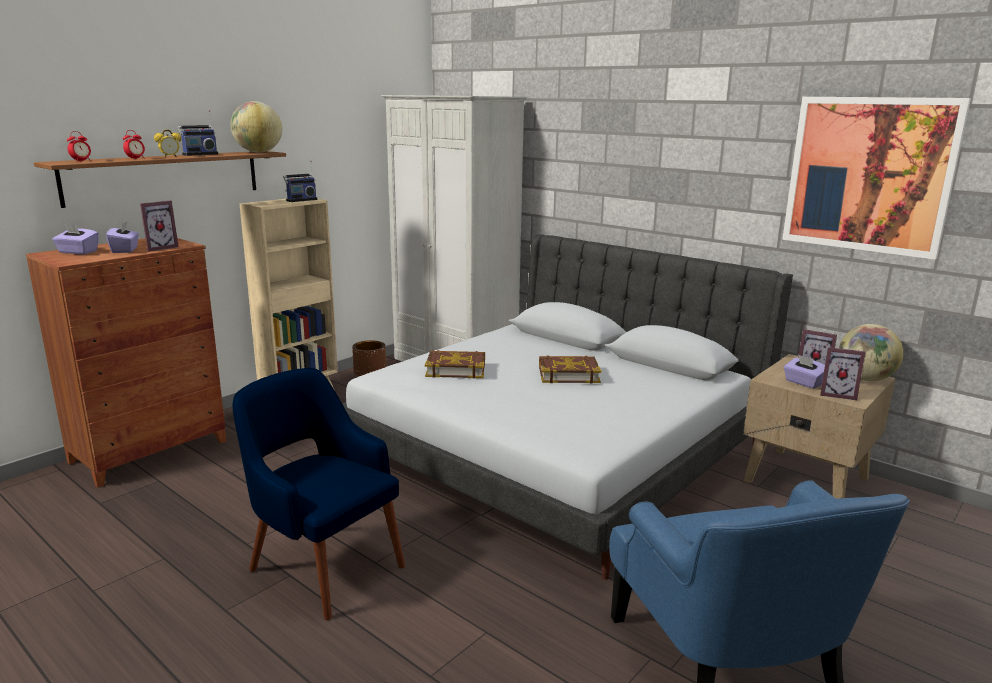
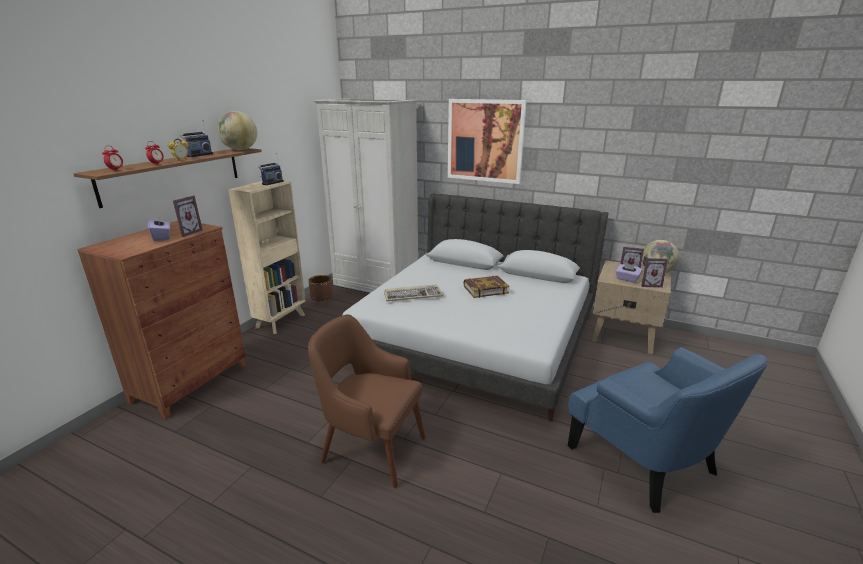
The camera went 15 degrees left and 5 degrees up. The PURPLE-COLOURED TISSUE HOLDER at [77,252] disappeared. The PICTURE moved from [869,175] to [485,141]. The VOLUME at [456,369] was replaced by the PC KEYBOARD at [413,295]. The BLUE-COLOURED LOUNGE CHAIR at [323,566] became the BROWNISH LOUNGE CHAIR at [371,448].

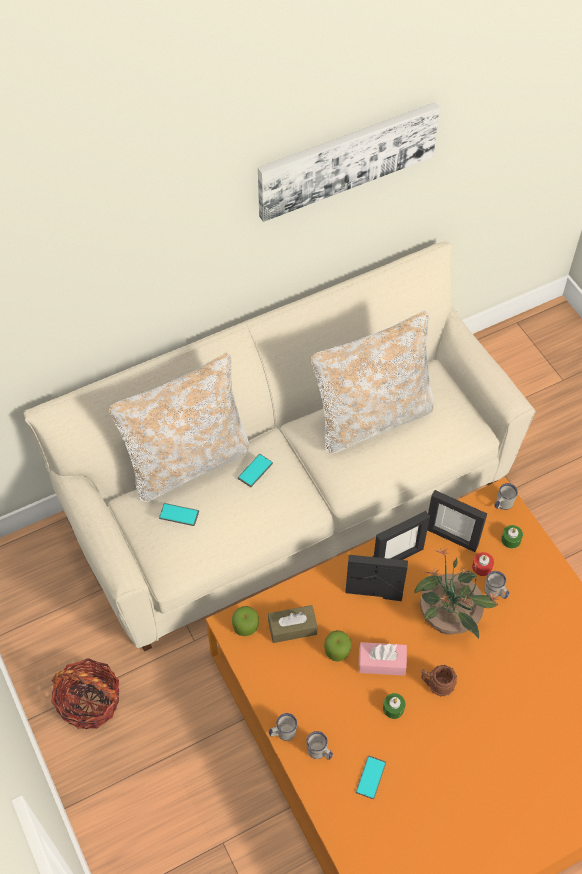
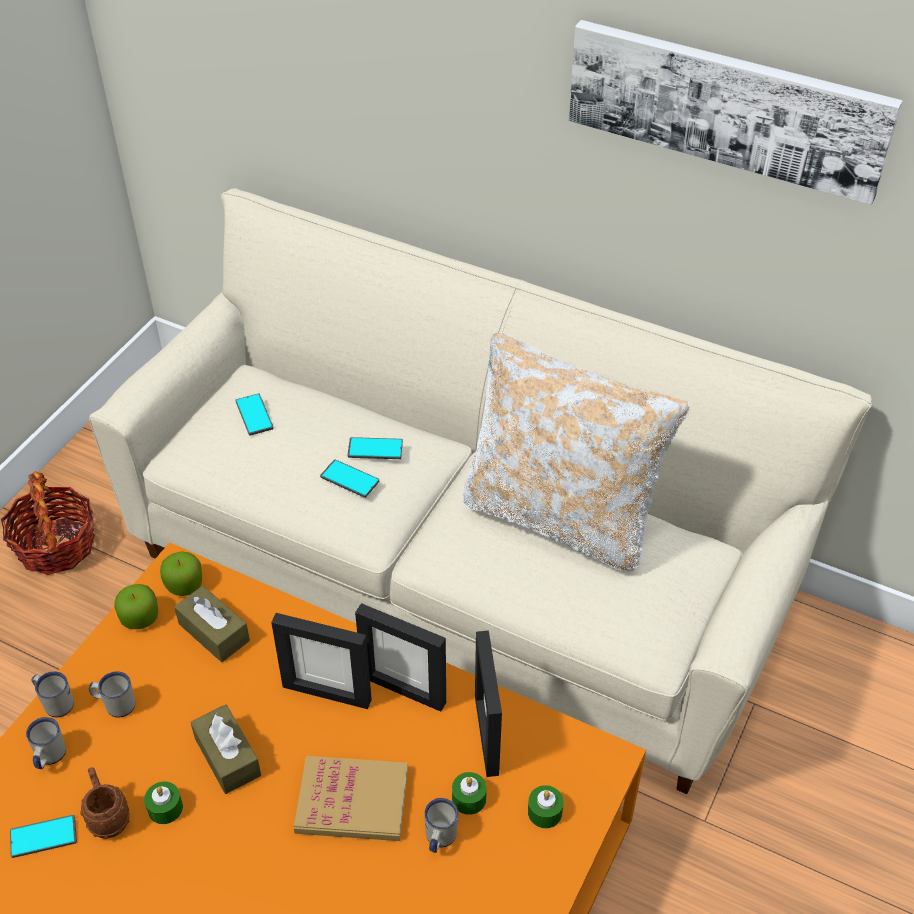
The camera went 55 degrees right and 10 degrees down. The WHITE CUSHION at [190,464] disappeared. The TELEPHONE at [349,479] appeared. The APPLE FRUIT moved from [337,650] to [140,617]. The BROWNISH MUG moved from [436,685] to [108,816]. The WHITE MUG moved from [502,504] to [115,704]. The HOUSEPLANT at [448,618] was replaced by the VOLUME at [352,801]. The PINK-COLOURED TISSUE HOLDER at [382,662] became the BROWNISH TISSUE HOLDER at [227,757]. The RED WAX CANDLE at [482,567] became the GREEN-COLOURED WAX CANDLE at [469,798]. The PHOTO FRAME at [373,593] turned 135 degrees clockwise.

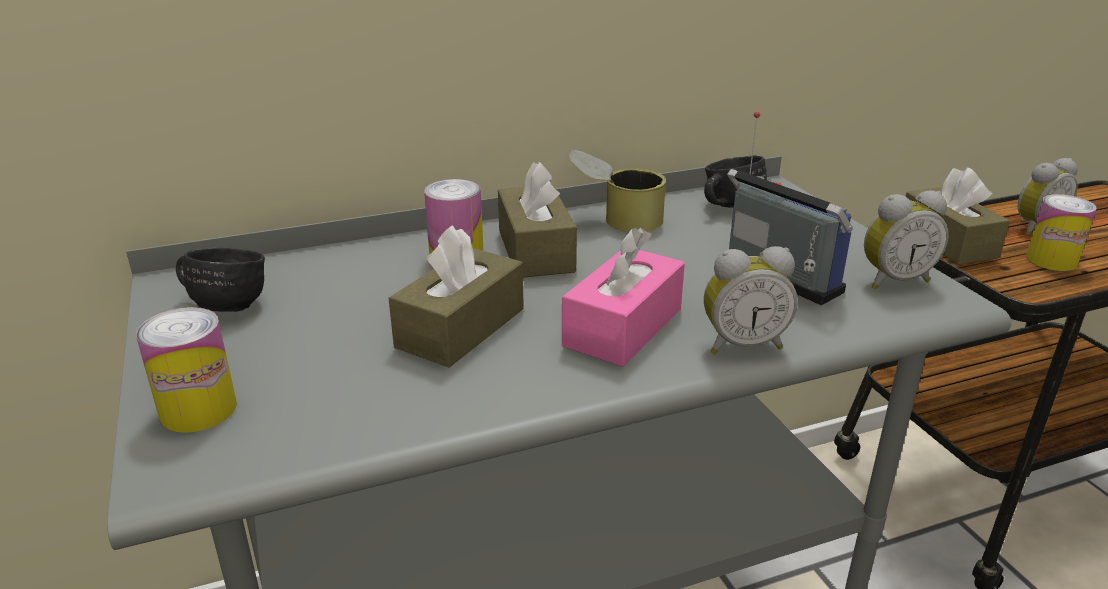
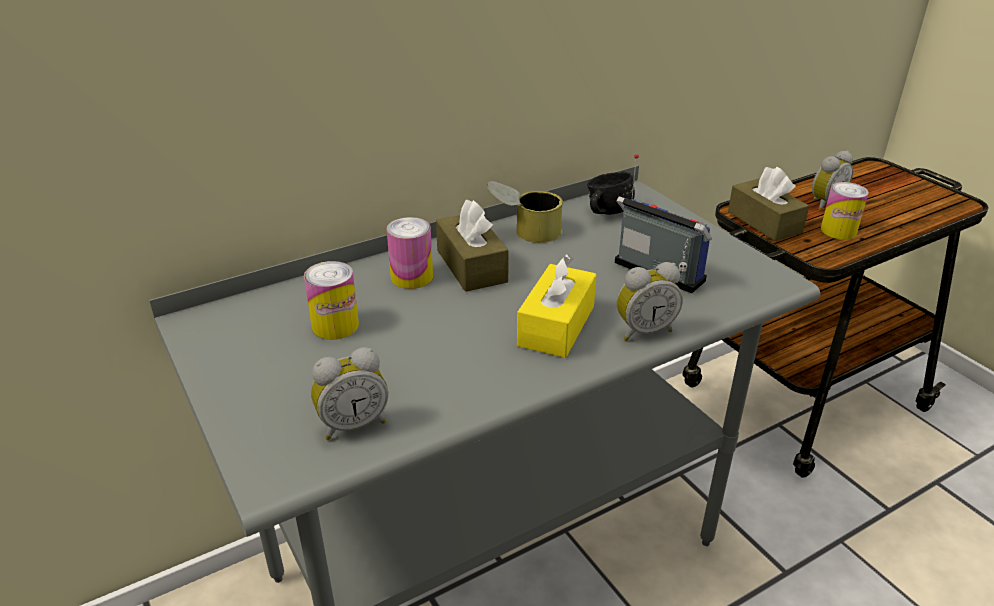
The camera went 10 degrees left and 5 degrees up. The BLACK MUG at [225,303] disappeared. The BROWNISH TISSUE HOLDER at [461,328] disappeared. The CAN moved from [198,409] to [335,325]. The BEDSIDE CLOCK moved from [893,280] to [353,424]. The PINK-COLOURED TISSUE HOLDER at [623,327] became the YELLOWISH TISSUE HOLDER at [556,326].

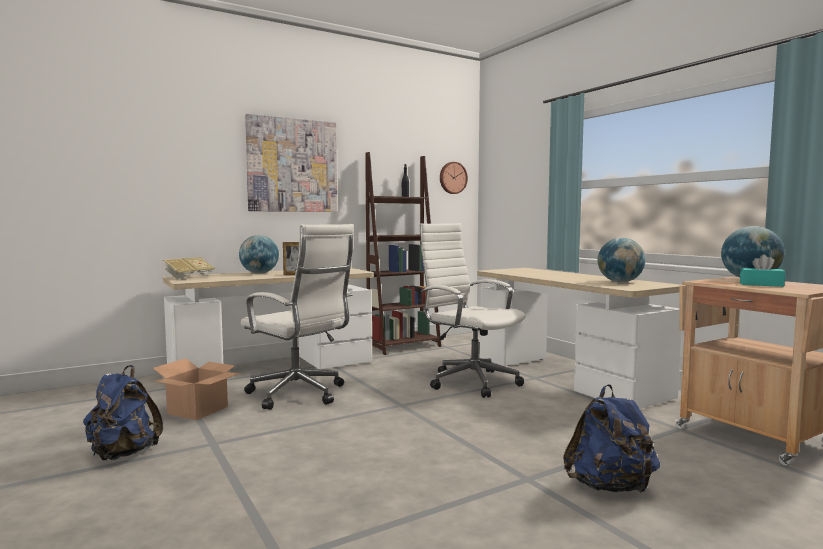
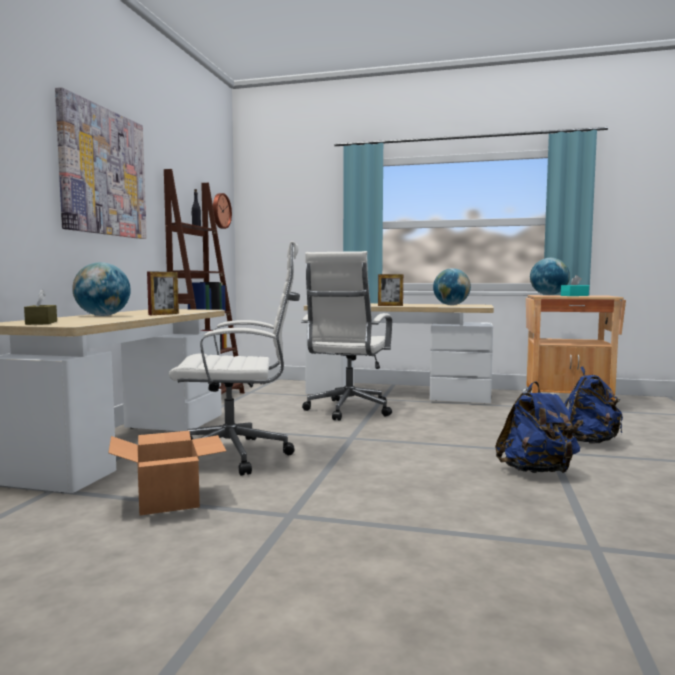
The camera went 45 degrees left and 0 degrees up. The PHOTO FRAME at [390,305] appeared. The BLUE-COLOURED BACKPACK moved from [122,454] to [536,471]. The VOLUME at [189,278] was replaced by the BROWNISH TISSUE HOLDER at [41,323]. The WHITE DESK CHAIR at [470,381] turned 75 degrees counterclockwise.

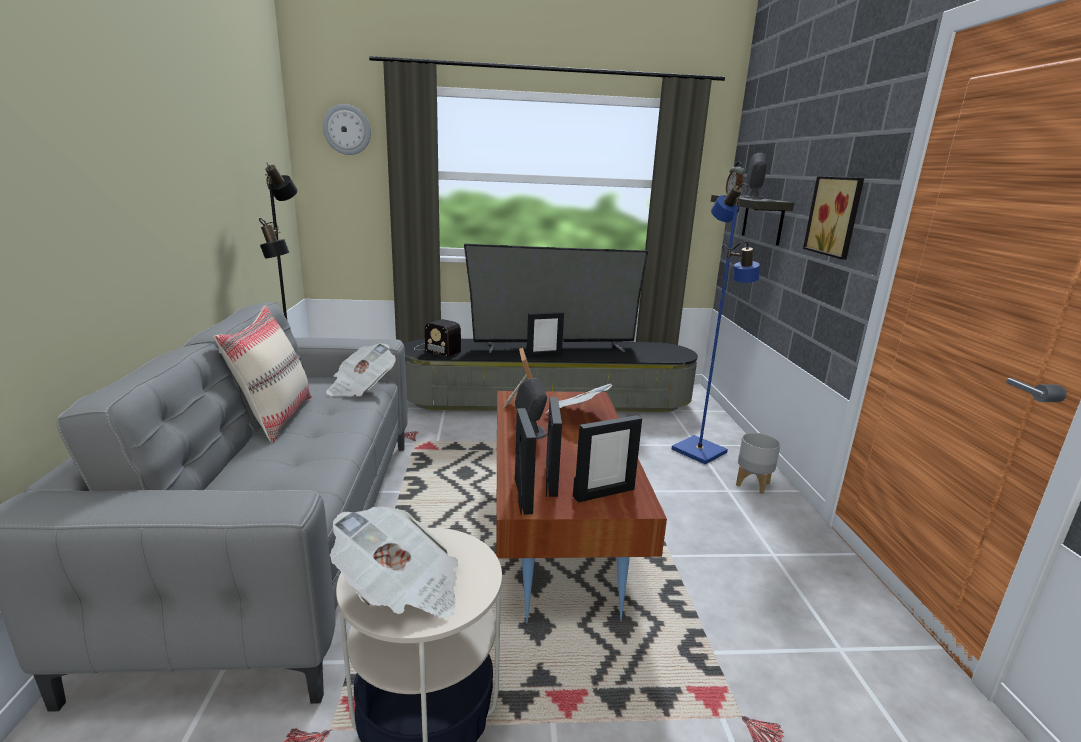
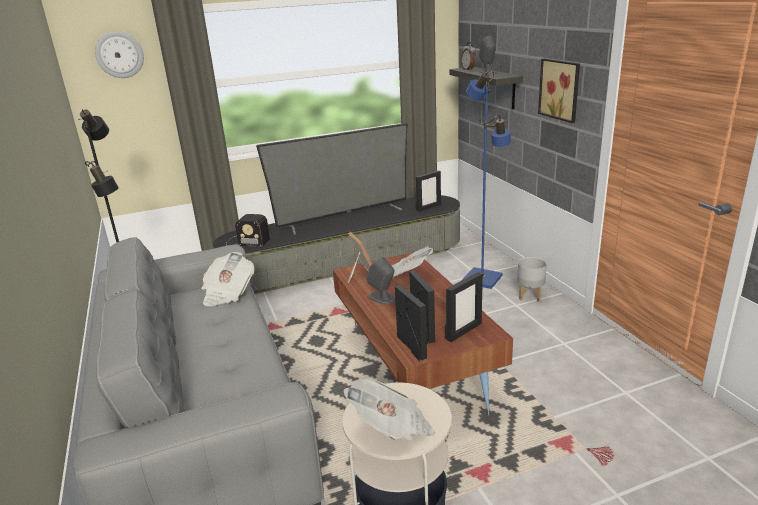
The camera went 15 degrees left and 5 degrees up. The BEIGE CUSHION at [275,417] disappeared. The PHOTO FRAME moved from [544,355] to [428,207].

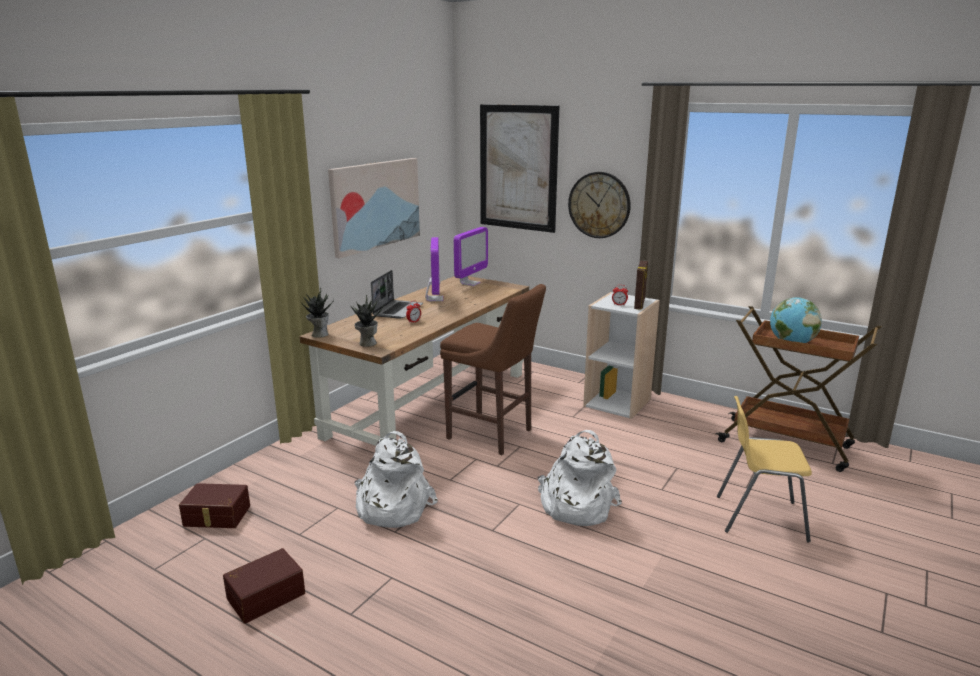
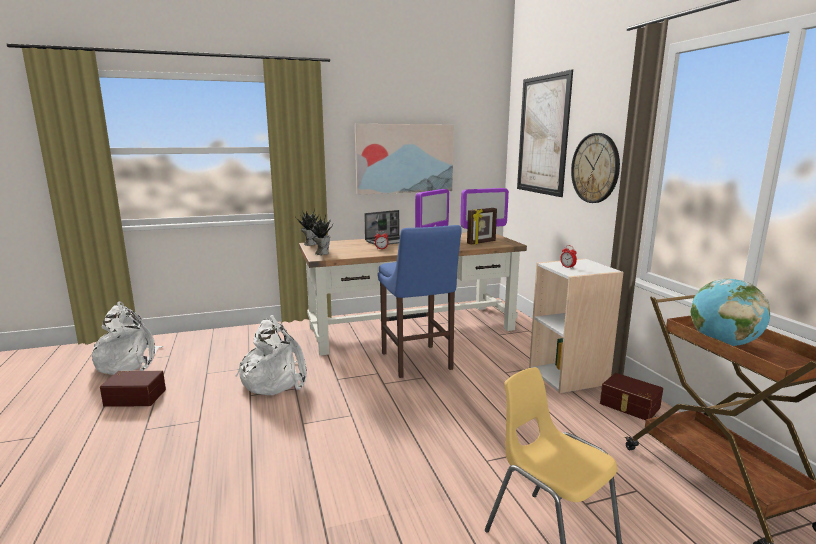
The camera went 40 degrees right and 5 degrees down. The BROWNISH STORAGE BIN moved from [216,516] to [629,406]. The WHITE BACKPACK moved from [575,505] to [129,362]. The PHOTO FRAME moved from [640,304] to [481,242]. The BROWNISH SITTING STOOL at [493,435] became the BLUE-COLOURED SITTING STOOL at [417,362].

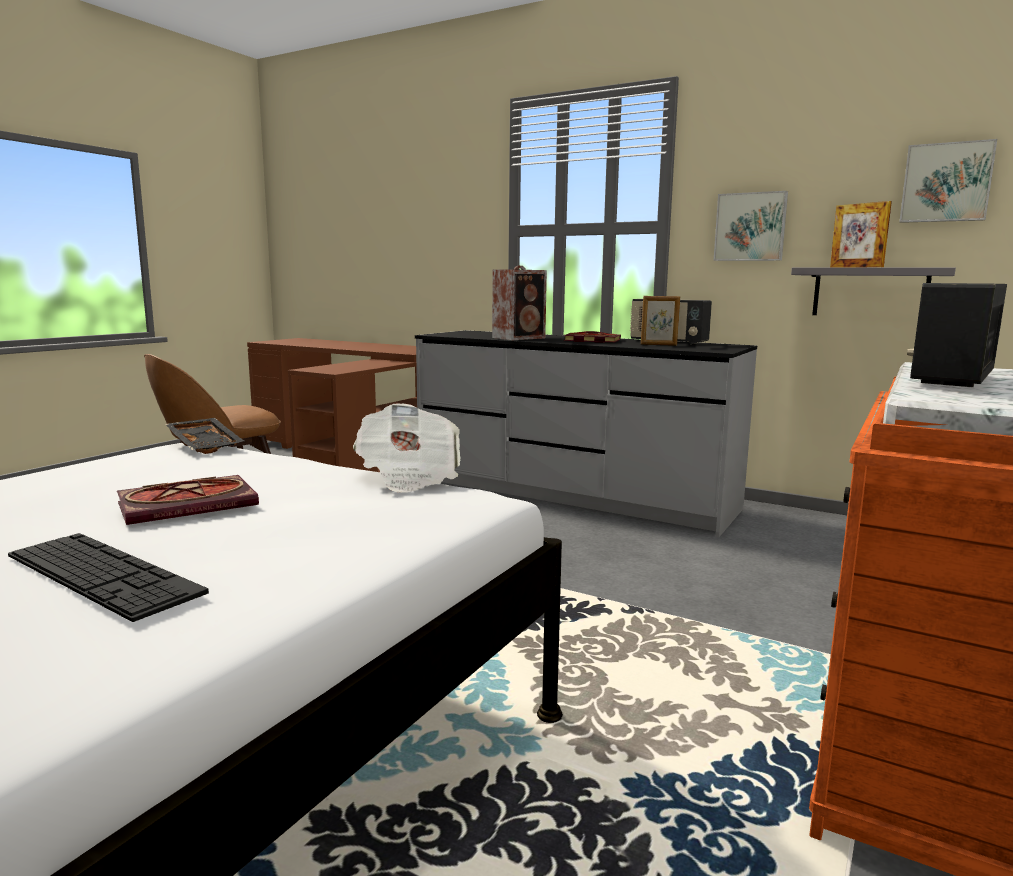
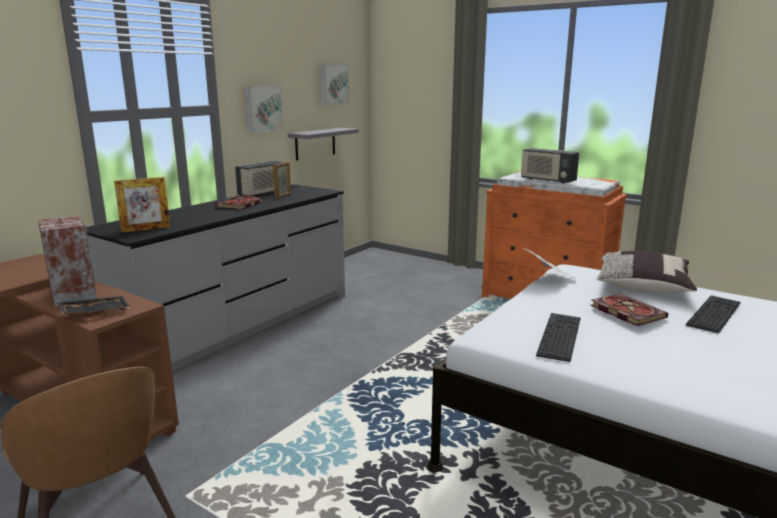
The camera went 85 degrees left and 5 degrees up. The PC KEYBOARD at [559,336] appeared. The CUSHION at [642,286] appeared. The BLACK CARRYING TRAY moved from [207,445] to [94,312]. The AUDIO SPEAKER moved from [520,338] to [74,294]. The PHOTO FRAME moved from [856,267] to [146,229].

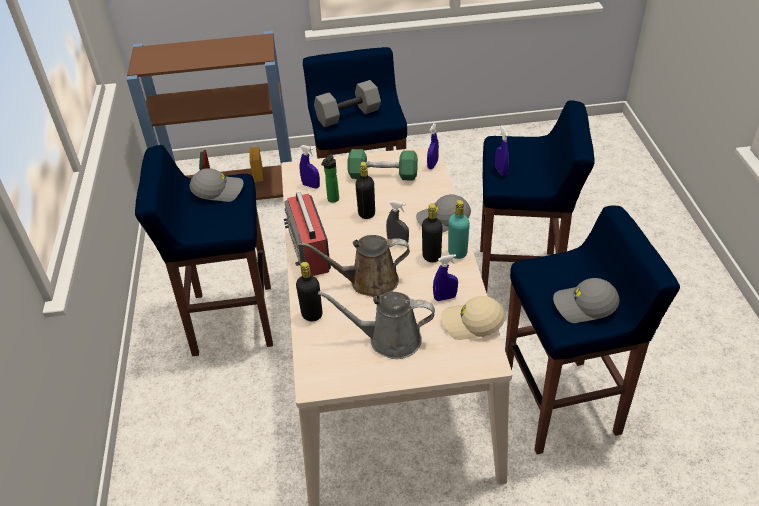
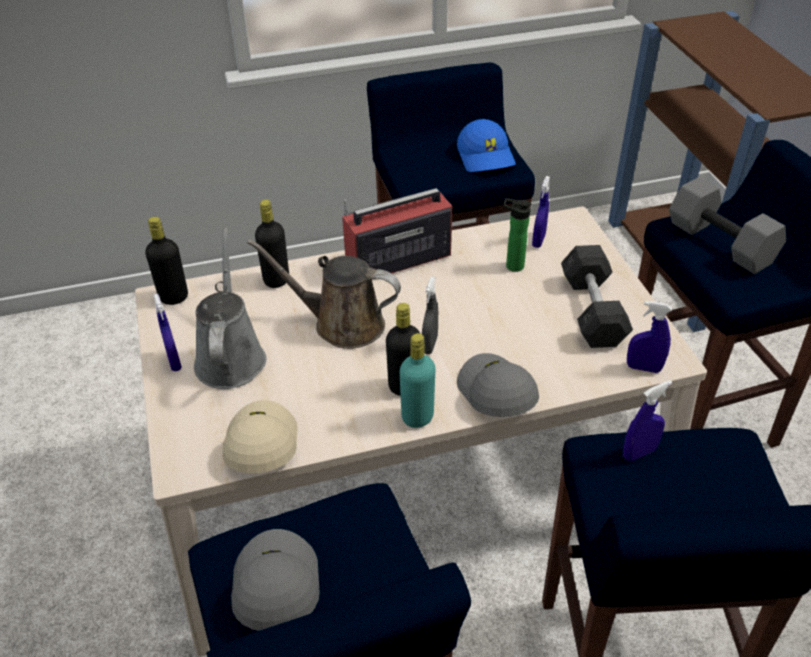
The camera went 80 degrees right and 0 degrees up. The BLACK BEVERAGE BOTTLE moved from [366,213] to [174,297]. The BLUE-COLOURED SPRAY BOTTLE moved from [445,297] to [174,362]. The GREYISH CAP at [218,190] became the BLUE-COLOURED CAP at [486,157]. The GREEN-COLOURED FREE WEIGHT at [383,175] became the GREYISH FREE WEIGHT at [592,311]. The BROWNISH SPRINKLING CAN at [369,281] turned 60 degrees counterclockwise.

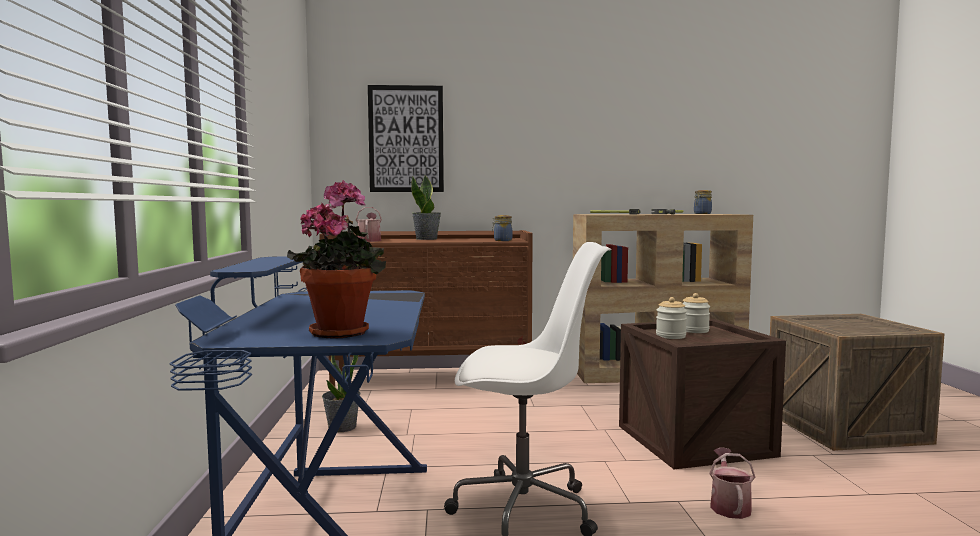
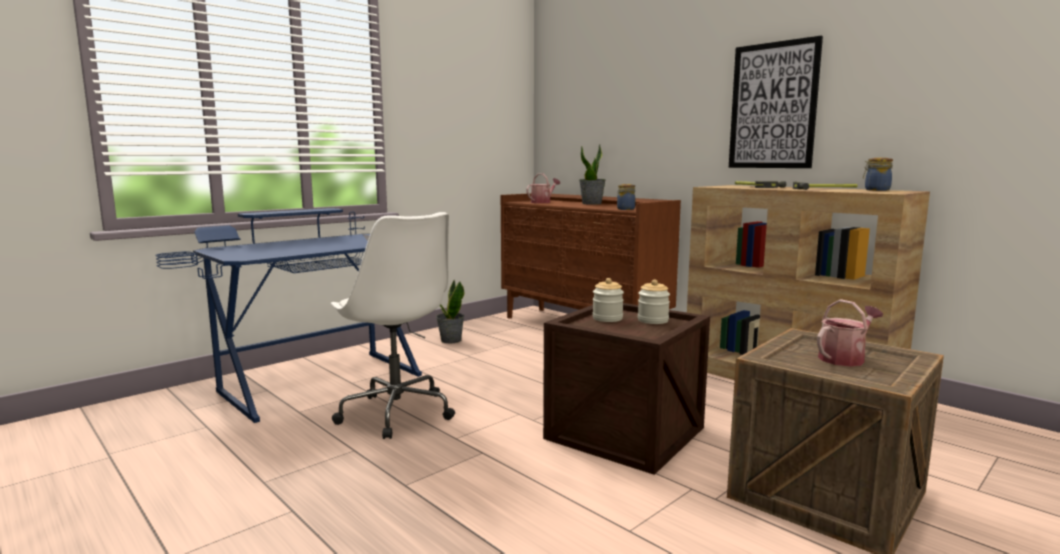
The camera went 50 degrees right and 5 degrees up. The HOUSEPLANT at [342,331] disappeared. The PICTURE moved from [406,139] to [773,106]. The SPRINKLING CAN moved from [729,505] to [845,358].

